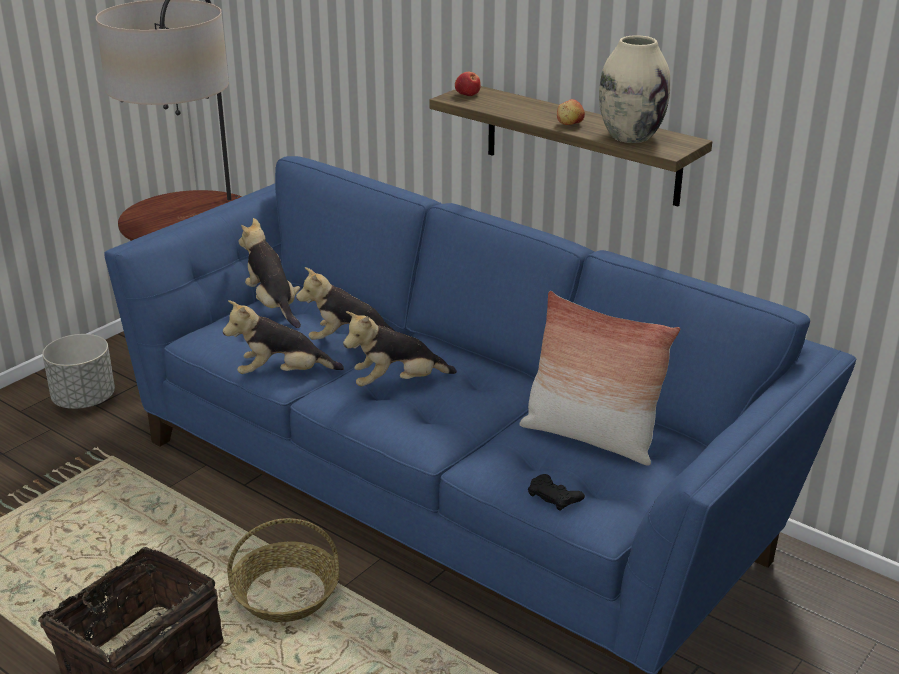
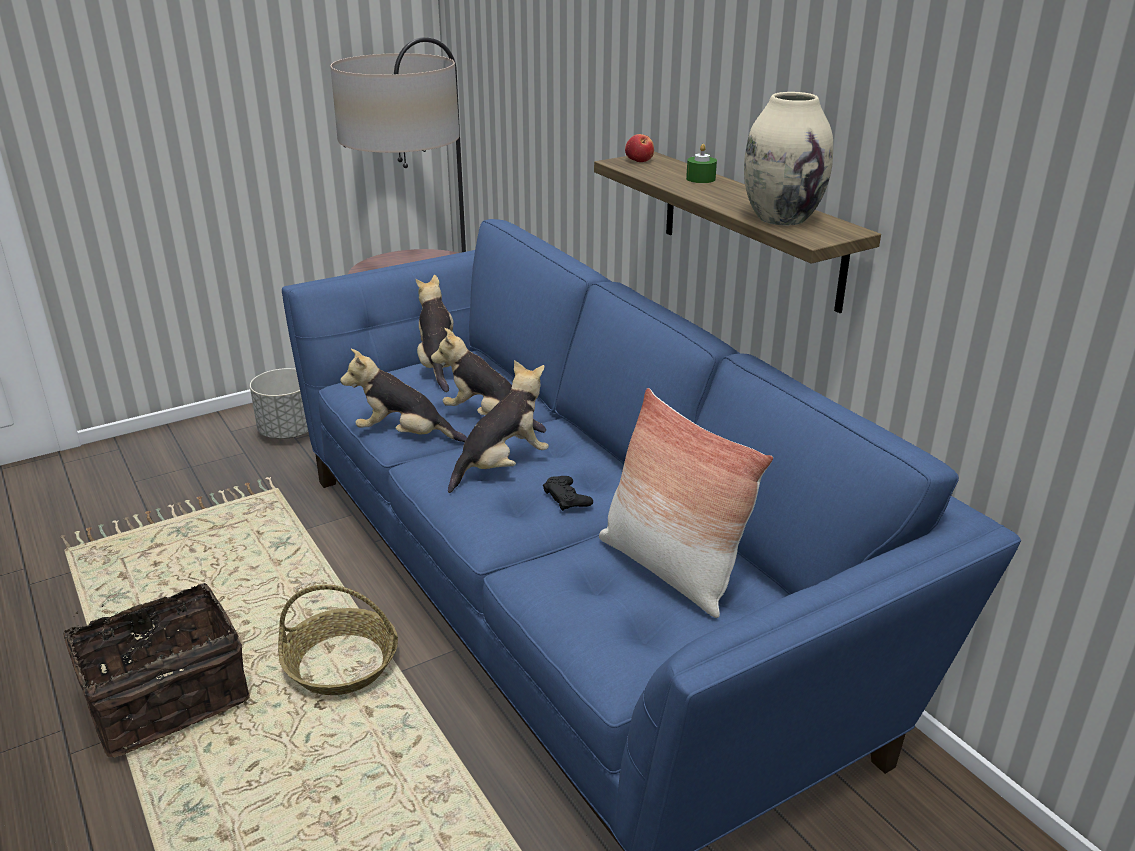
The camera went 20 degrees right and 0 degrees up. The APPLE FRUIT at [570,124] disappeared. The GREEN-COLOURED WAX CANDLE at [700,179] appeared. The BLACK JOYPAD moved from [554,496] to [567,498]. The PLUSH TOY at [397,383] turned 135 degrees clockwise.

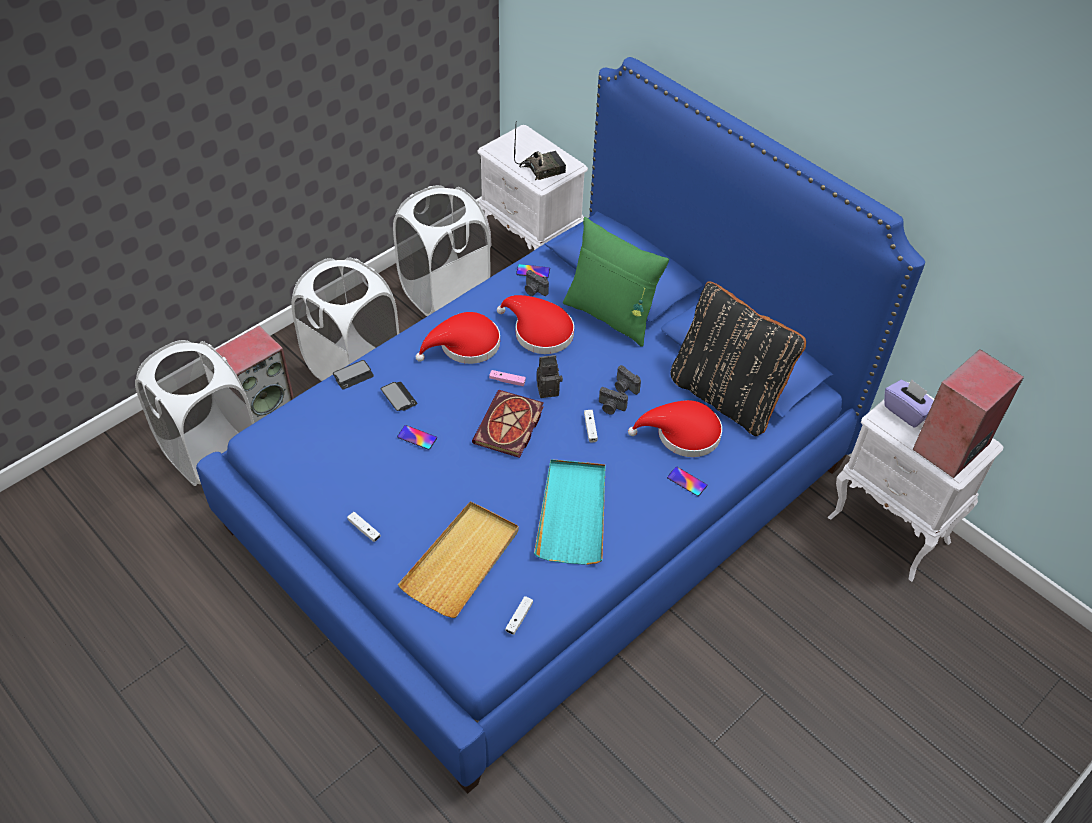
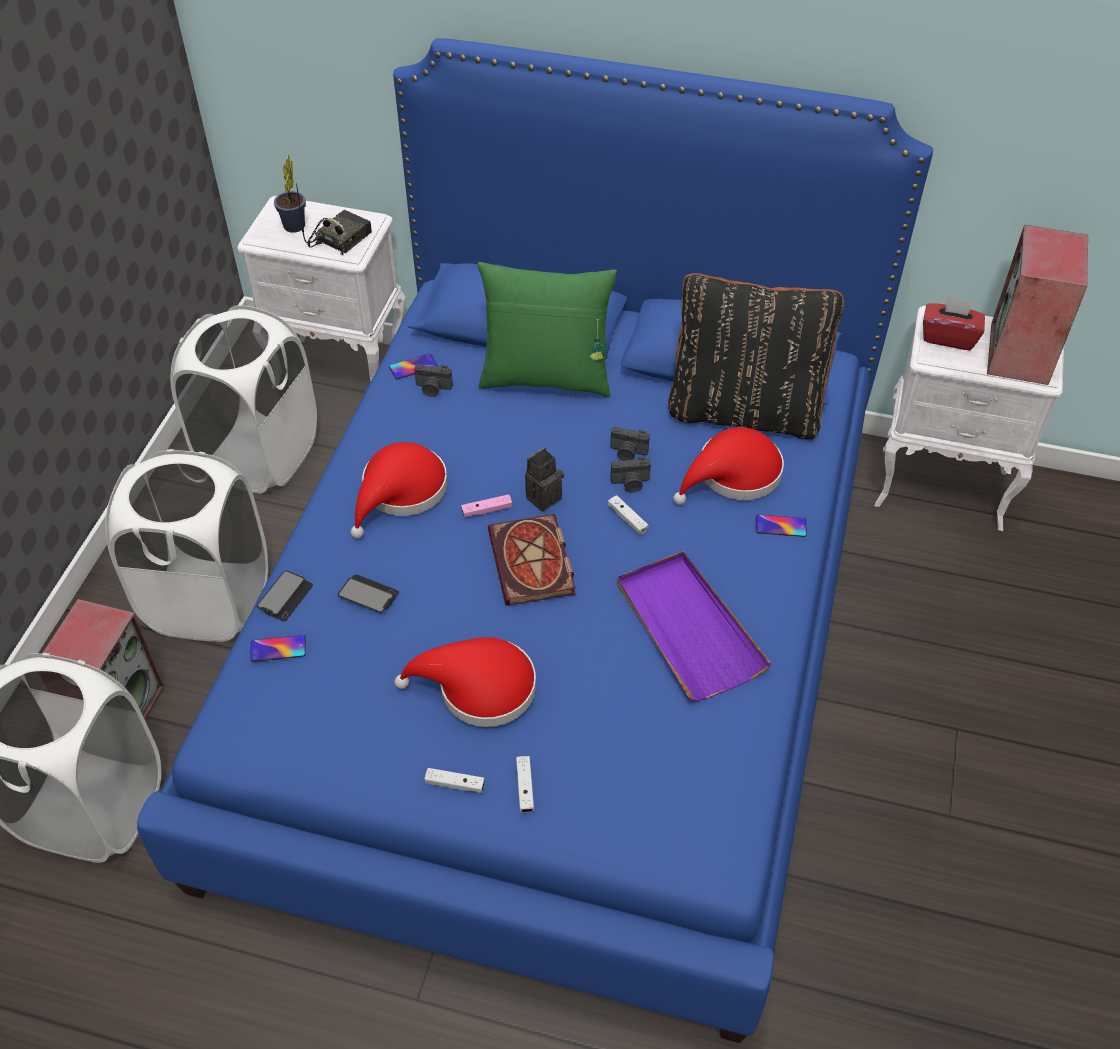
The camera went 30 degrees left and 0 degrees up. The BEIGE CARRYING TRAY at [462,561] disappeared. The HOUSEPLANT at [293,228] appeared. The TELEPHONE moved from [417,437] to [278,648]. The RED WEARABLE HAT moved from [539,332] to [478,688]. The WHITE JOYPAD moved from [519,618] to [525,788]. The TURQUOISE CARRYING TRAY at [572,513] became the PURPLE-COLOURED CARRYING TRAY at [687,628]. The PURPLE-COLOURED TISSUE HOLDER at [906,411] became the RED TISSUE HOLDER at [948,337].

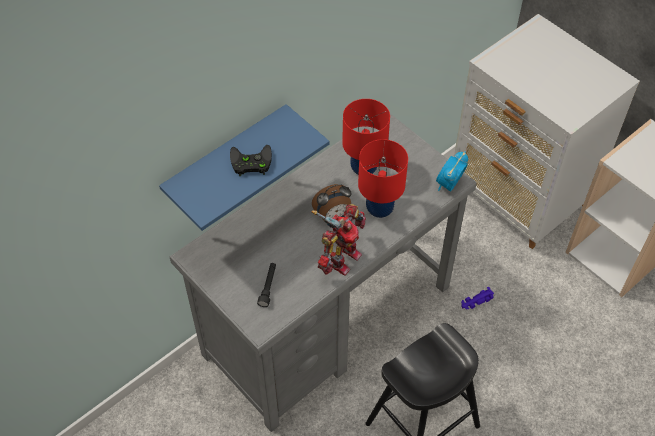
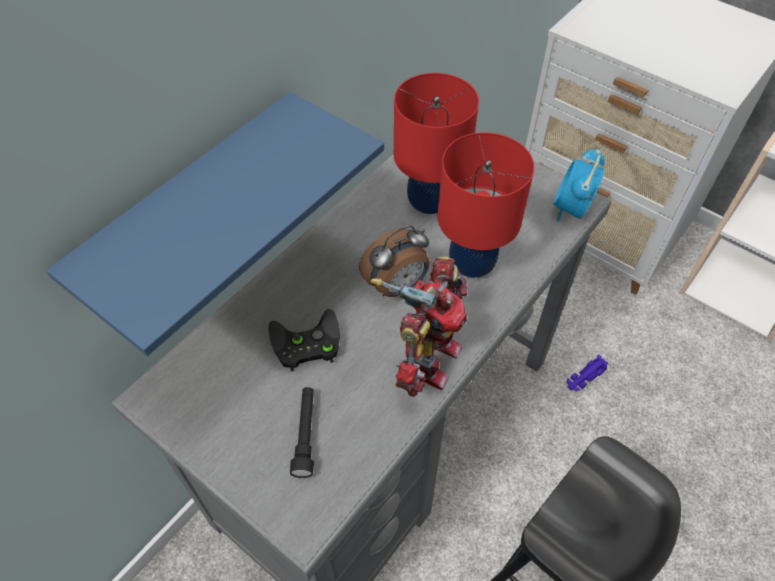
The camera went 10 degrees left and 0 degrees up. The BLACK JOYPAD moved from [250,163] to [304,345].

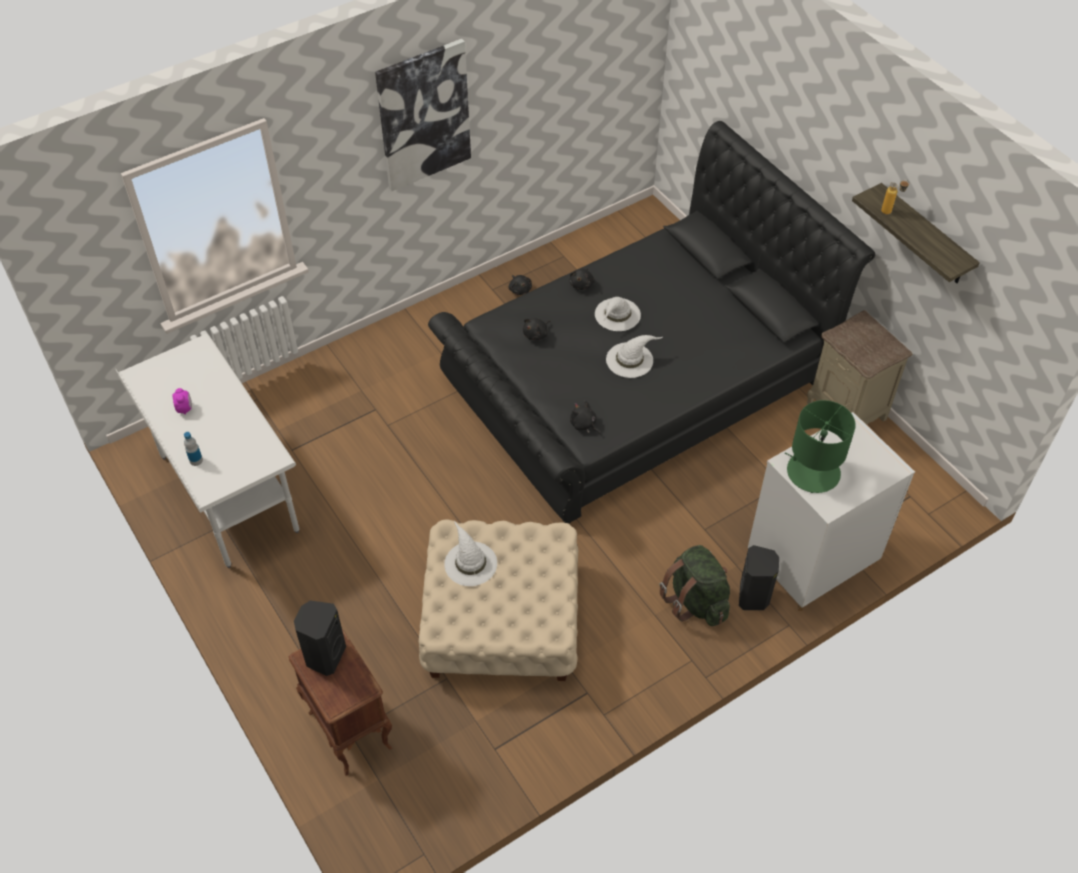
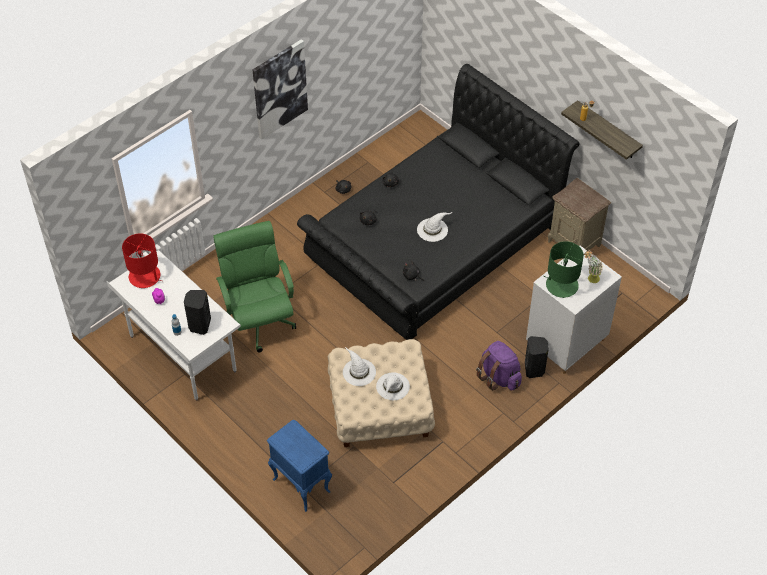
The camera went 10 degrees left and 0 degrees up. The RED TABLE LAMP at [145,276] appeared. The GREEN-COLOURED DESK CHAIR at [258,321] appeared. The HOUSEPLANT at [590,279] appeared. The BLACK AUDIO SPEAKER moved from [324,656] to [199,325]. The WHITE WEARABLE HAT moved from [617,315] to [393,387]. The BROWNISH NIGHT TABLE at [349,730] became the BLUE-COLOURED NIGHT TABLE at [301,485]. The GREEN-COLOURED BACKPACK at [696,601] became the PURPLE-COLOURED BACKPACK at [499,377].

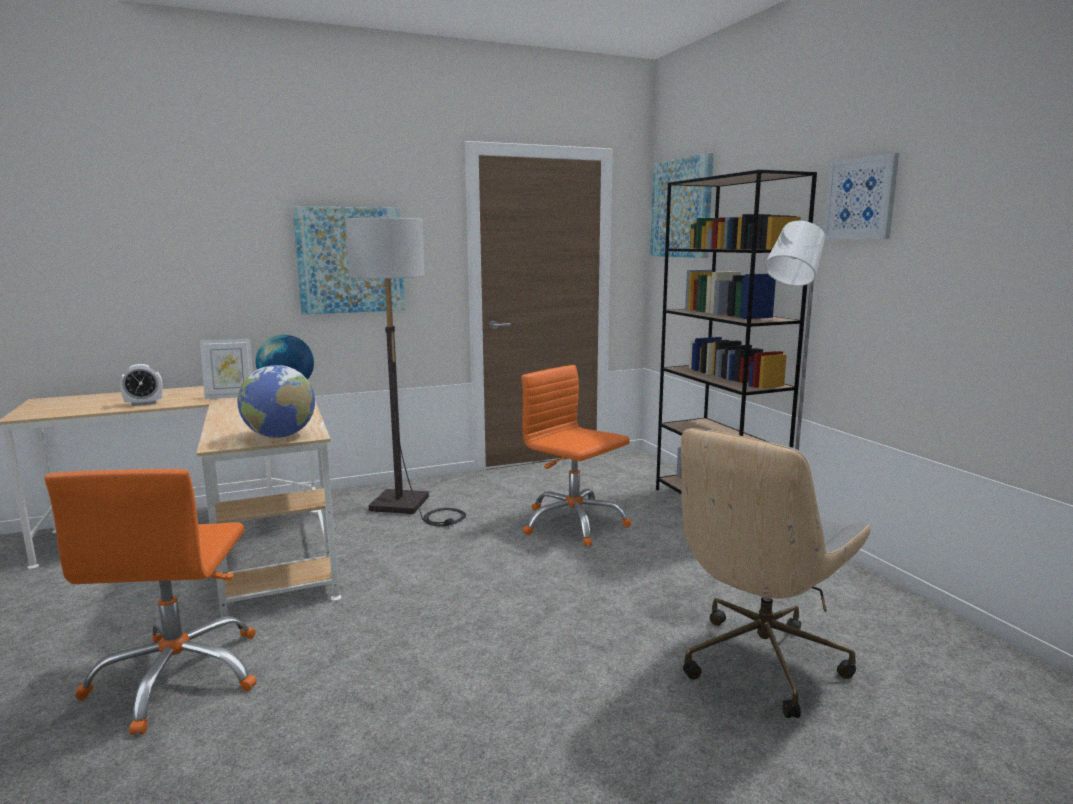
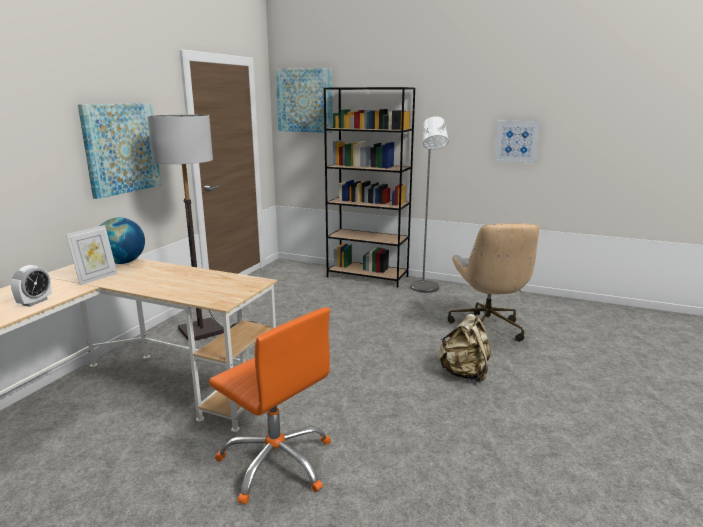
The camera went 45 degrees left and 5 degrees up. The GLOBE at [280,436] disappeared. The ORANGE DESK CHAIR at [573,523] disappeared. The BEIGE BACKPACK at [464,374] appeared. The PICTURE moved from [861,198] to [517,141].

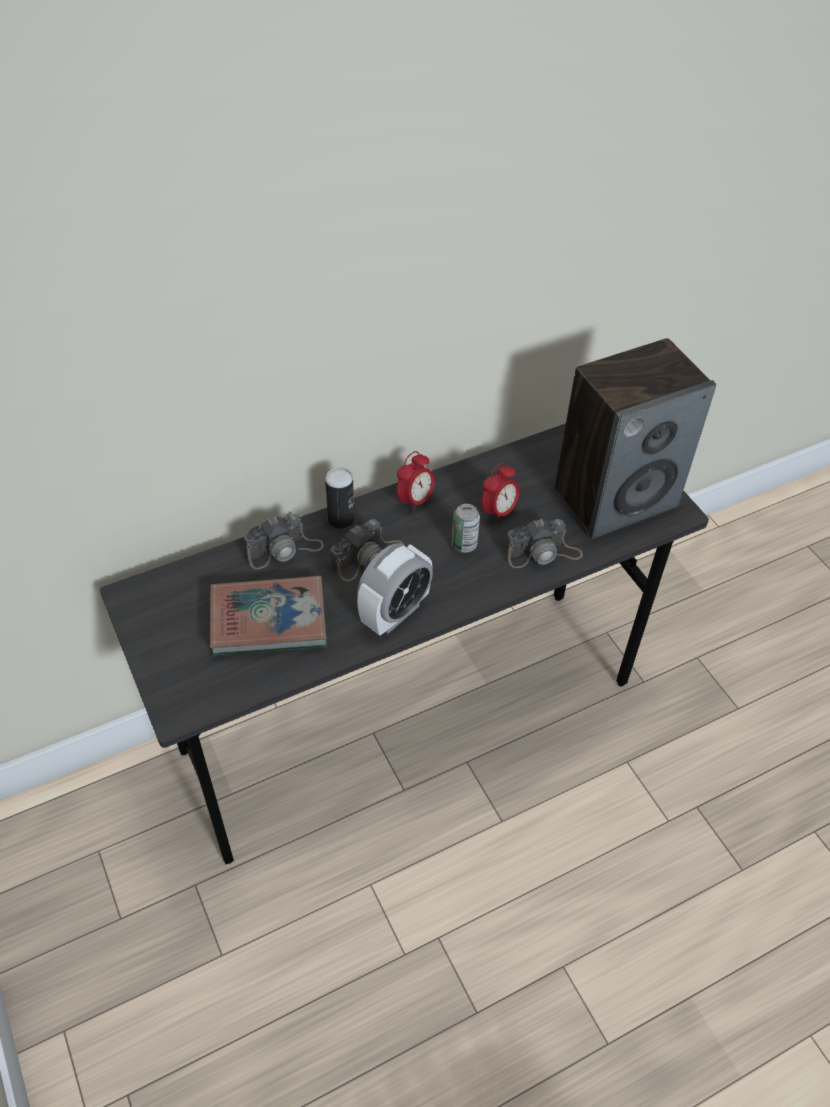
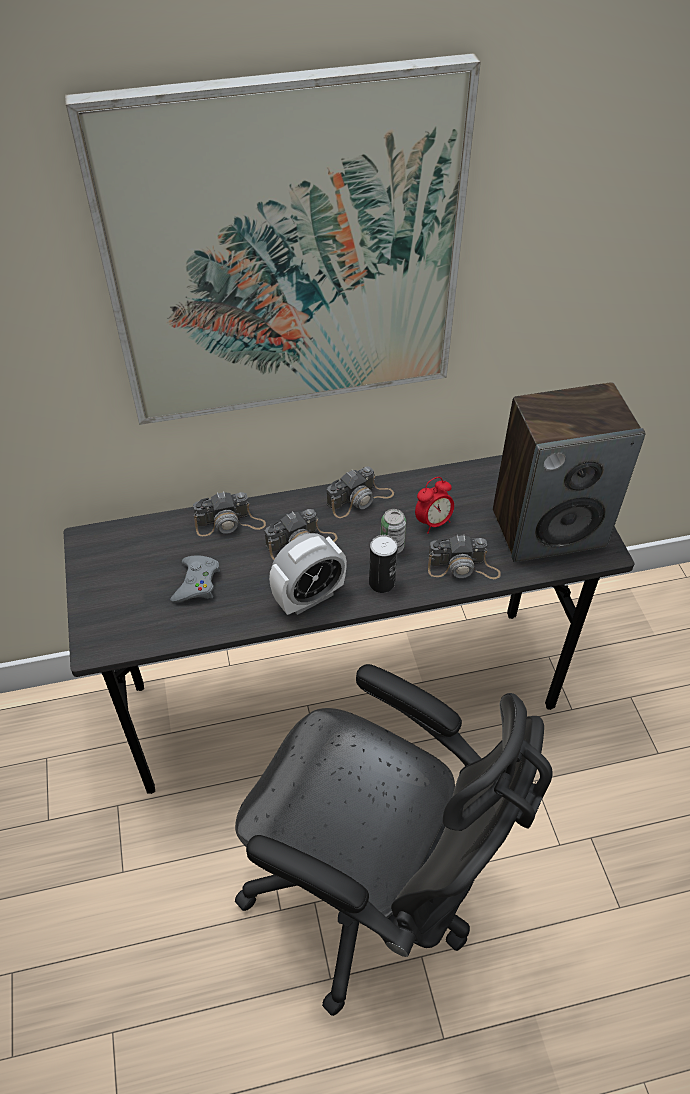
The camera went 15 degrees right and 0 degrees up. The PICTURE at [286,255] appeared. The DESK CHAIR at [370,892] appeared. The CAN moved from [341,519] to [382,583]. The VOLUME at [269,620] was replaced by the GREYISH JOYPAD at [196,583]. The BEDSIDE CLOCK at [415,500] was replaced by the STILL CAMERA at [360,499].

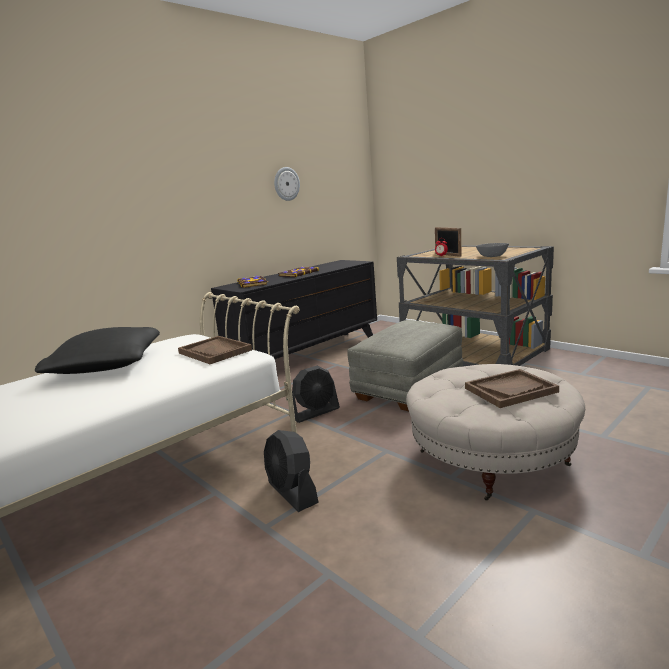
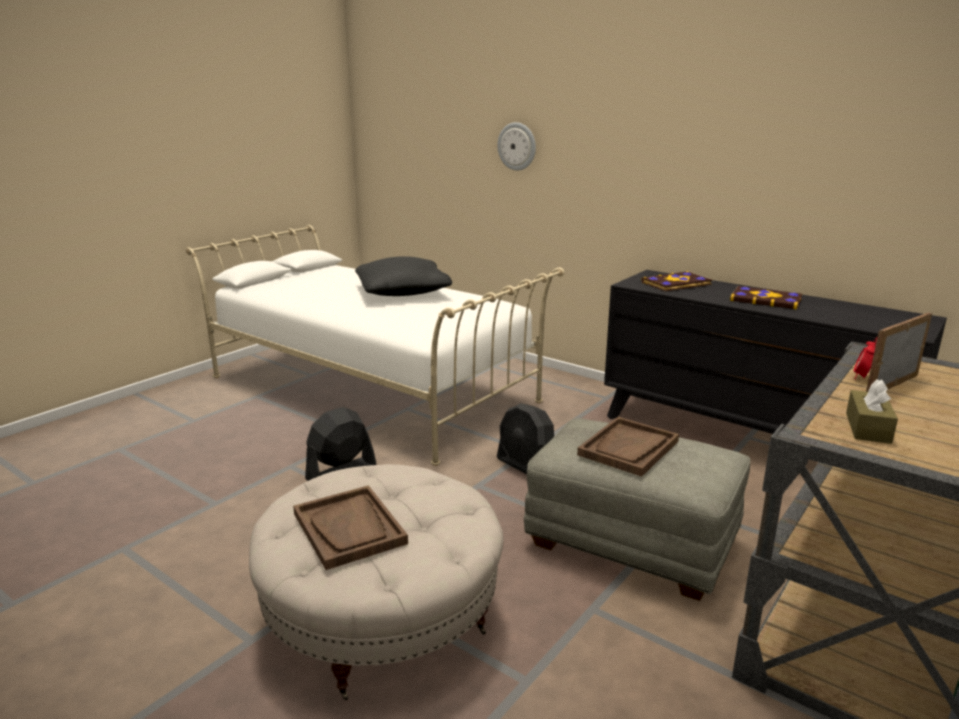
The camera went 80 degrees right and 5 degrees up. The BROWNISH CARRYING TRAY moved from [215,351] to [628,448]. The HANGING CLOCK moved from [286,184] to [517,146]. The GREYISH BOWL at [492,256] was replaced by the BROWNISH TISSUE HOLDER at [868,428].

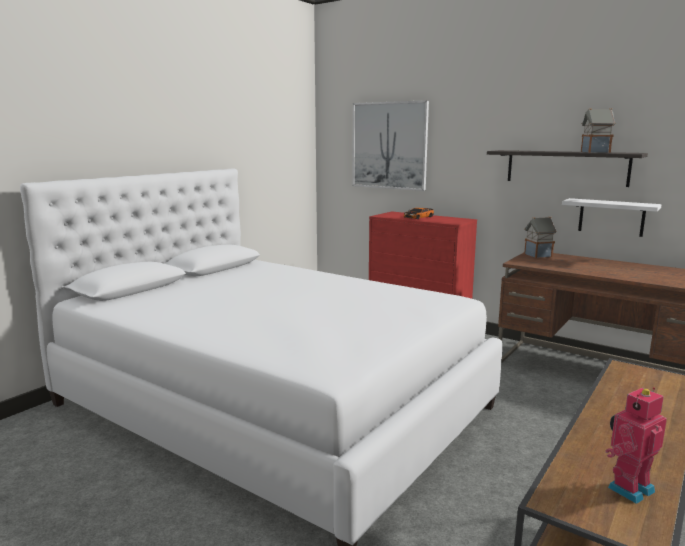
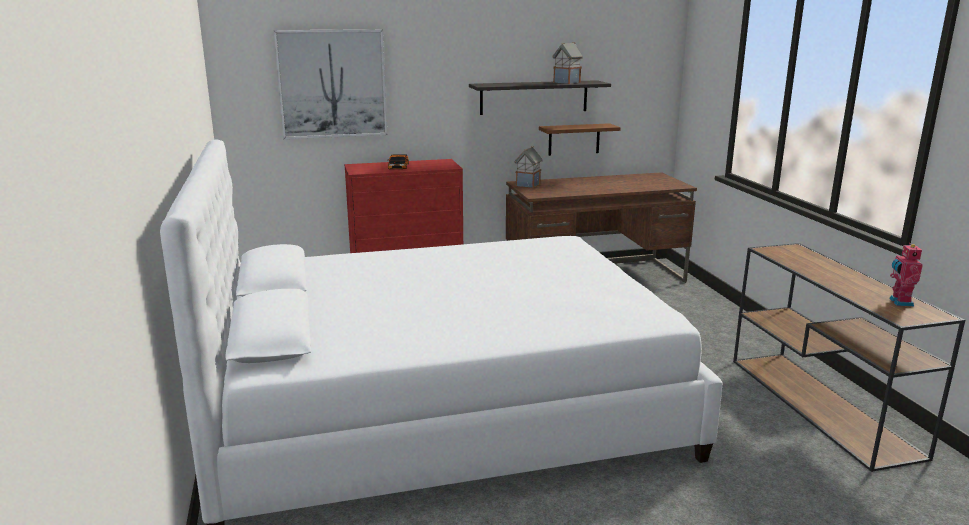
The camera went 50 degrees left and 5 degrees up. The WHITE SHELF at [611,217] became the BROWNISH SHELF at [574,139].

